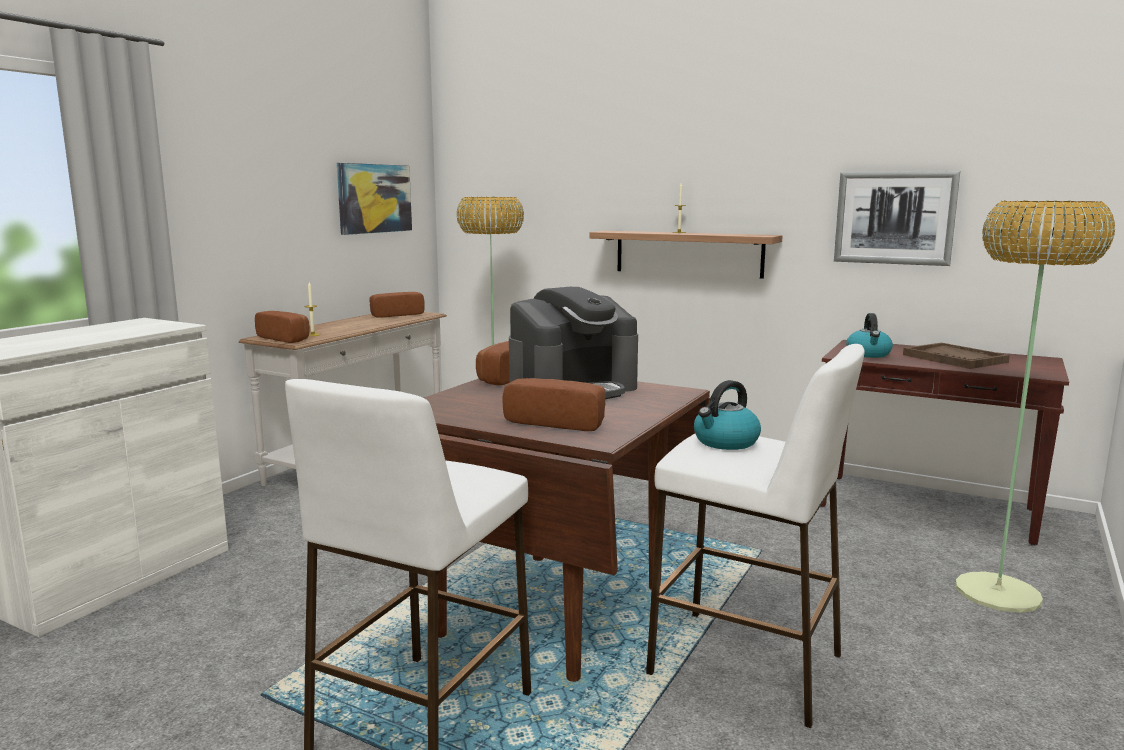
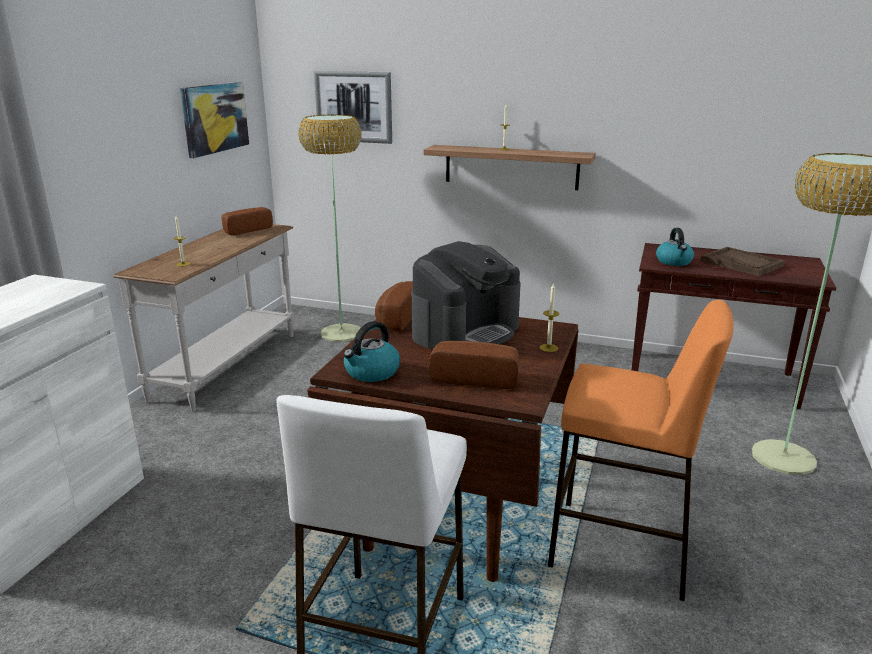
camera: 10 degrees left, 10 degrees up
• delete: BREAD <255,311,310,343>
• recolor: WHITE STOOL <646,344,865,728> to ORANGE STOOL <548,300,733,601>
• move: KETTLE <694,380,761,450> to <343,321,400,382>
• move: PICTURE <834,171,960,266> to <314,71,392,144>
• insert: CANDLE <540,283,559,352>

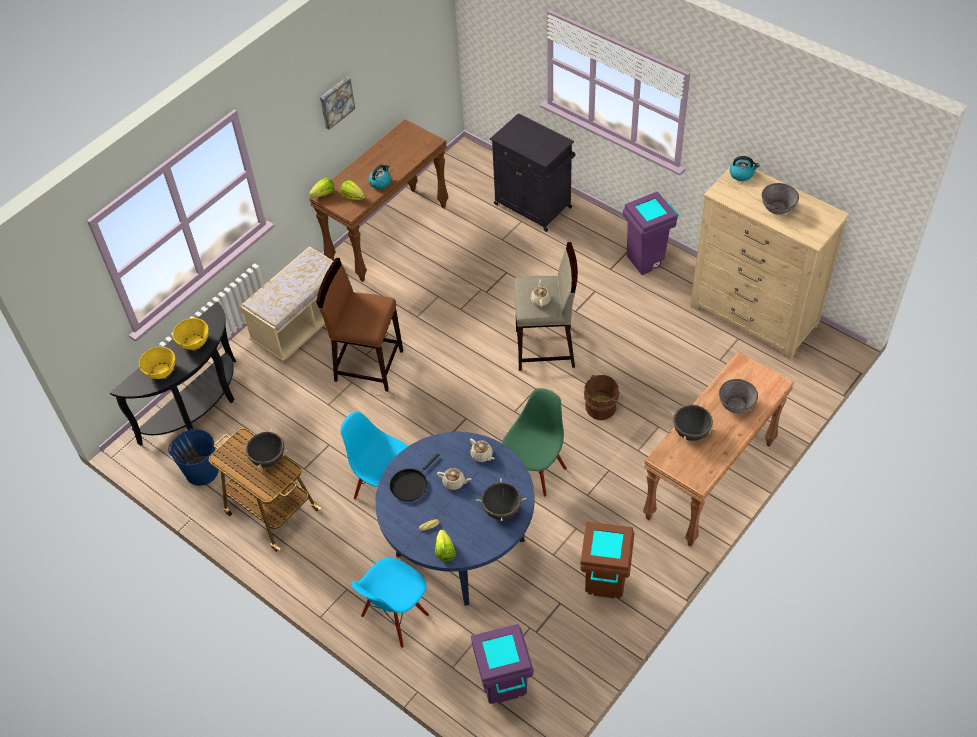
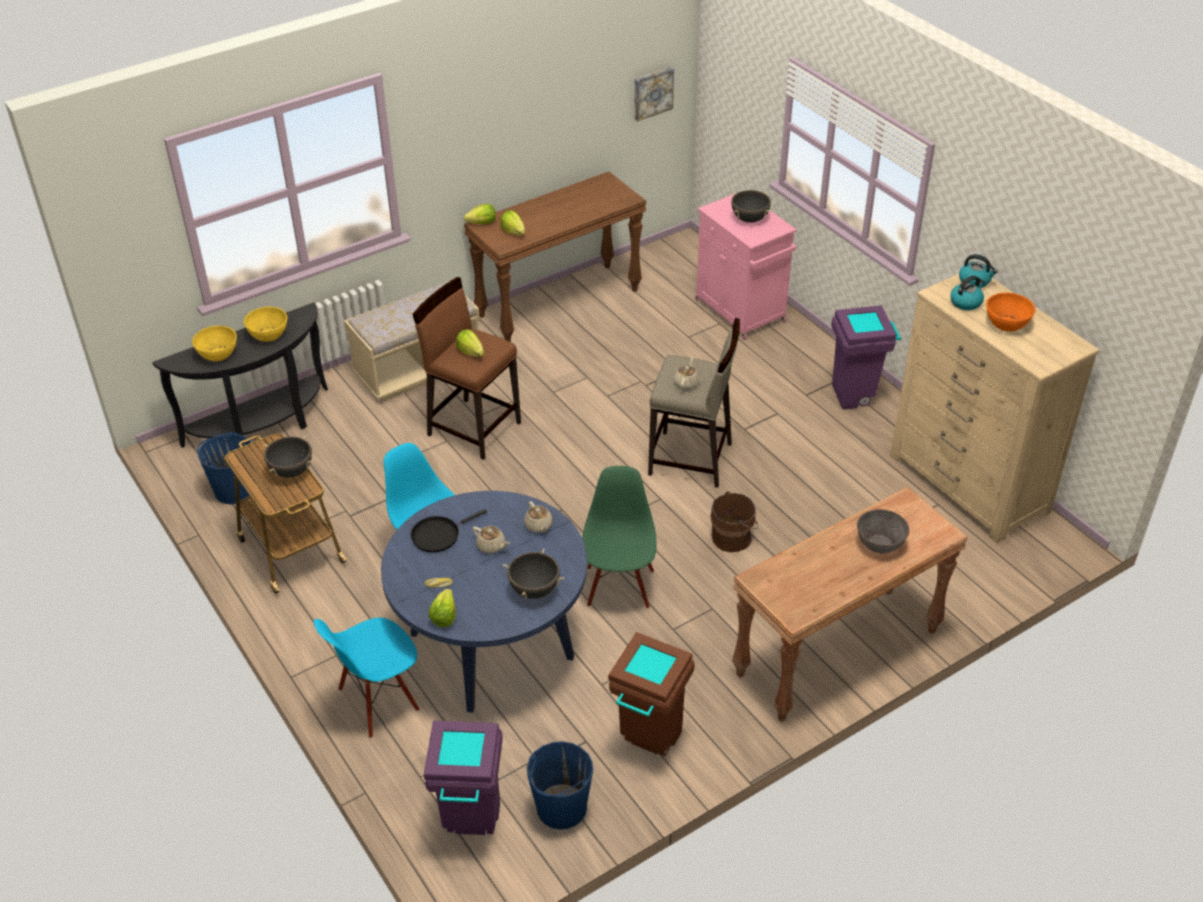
camera: 15 degrees right, 10 degrees down
• move: PICTURE <320,77,355,130> to <634,67,674,121>
• move: KETTLE <368,164,391,189> to <950,275,985,310>
• recolor: BLACK CABINET <490,113,575,232> to PINK CABINET <695,194,797,340>
• rotate: GREEN CHAIR <502,388,567,497> = <582,466,657,609> 45 degrees counterclockwise
• move: BLACK COOKING POT <670,403,716,441> to <731,190,771,223>
• recolor: GREY BOWL <762,183,799,215> to ORANGE BOWL <986,292,1035,332>
• insert: LETTUCE <456,329,484,357>
• insert: BLUE BUCKET <527,741,593,829>

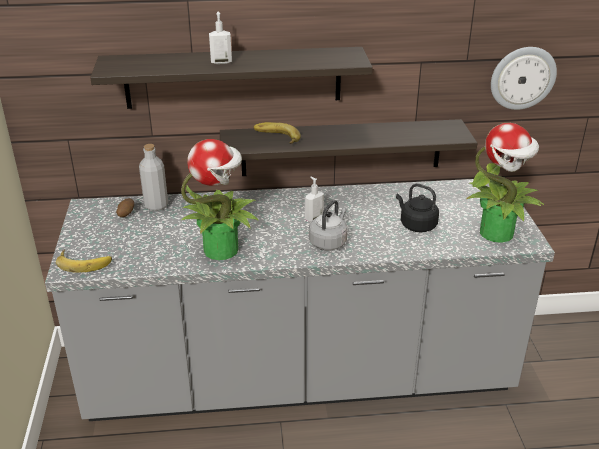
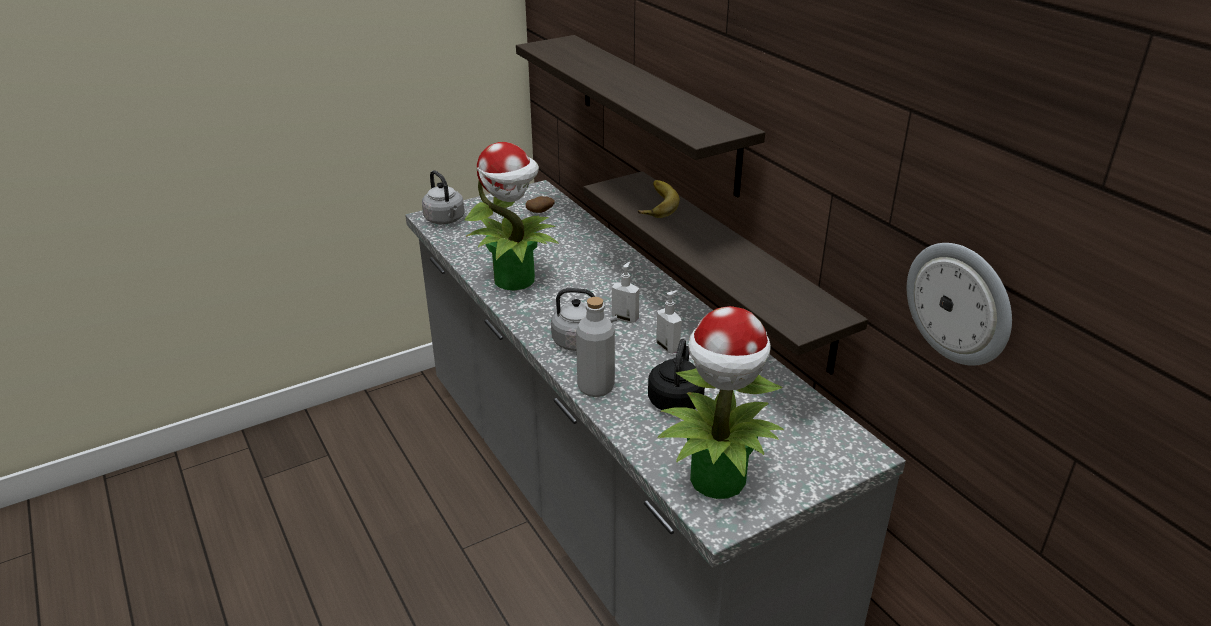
camera: 65 degrees right, 0 degrees up
• replace: BANANA <56,249,112,273> to GREY KETTLE <422,170,464,225>
• move: GREY BOTTLE <139,144,168,211> to <576,297,615,397>
• move: SOAP DISPENSER <209,12,232,64> to <656,290,682,354>

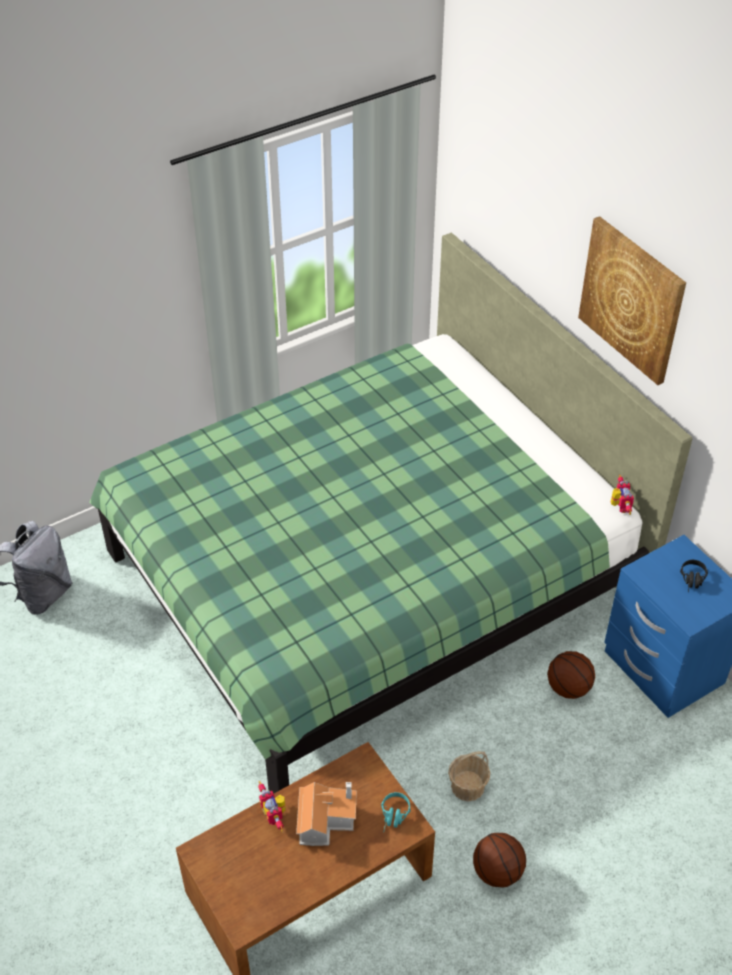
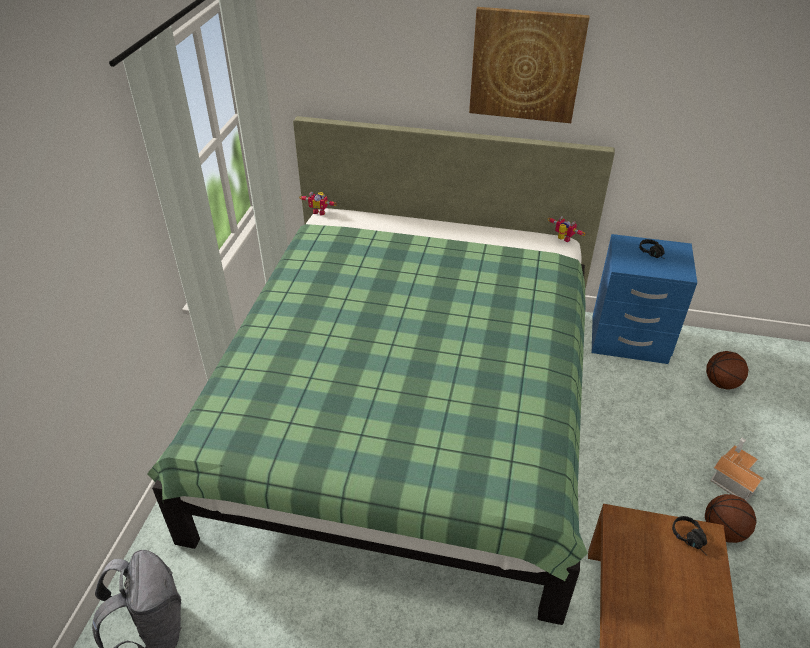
camera: 45 degrees left, 5 degrees down
• move: TOY ROBOT <258,781,286,832> to <299,192,337,216>
• move: TOY HOUSE <296,782,357,846> to <710,438,764,501>
• recolor: TURQUOISE HEADPHONES <381,792,411,833> to BLACK HEADPHONES <672,516,707,555>
• delete: BASKET <448,751,490,802>
• move: BASKETBALL <547,651,595,699> to <706,351,748,389>

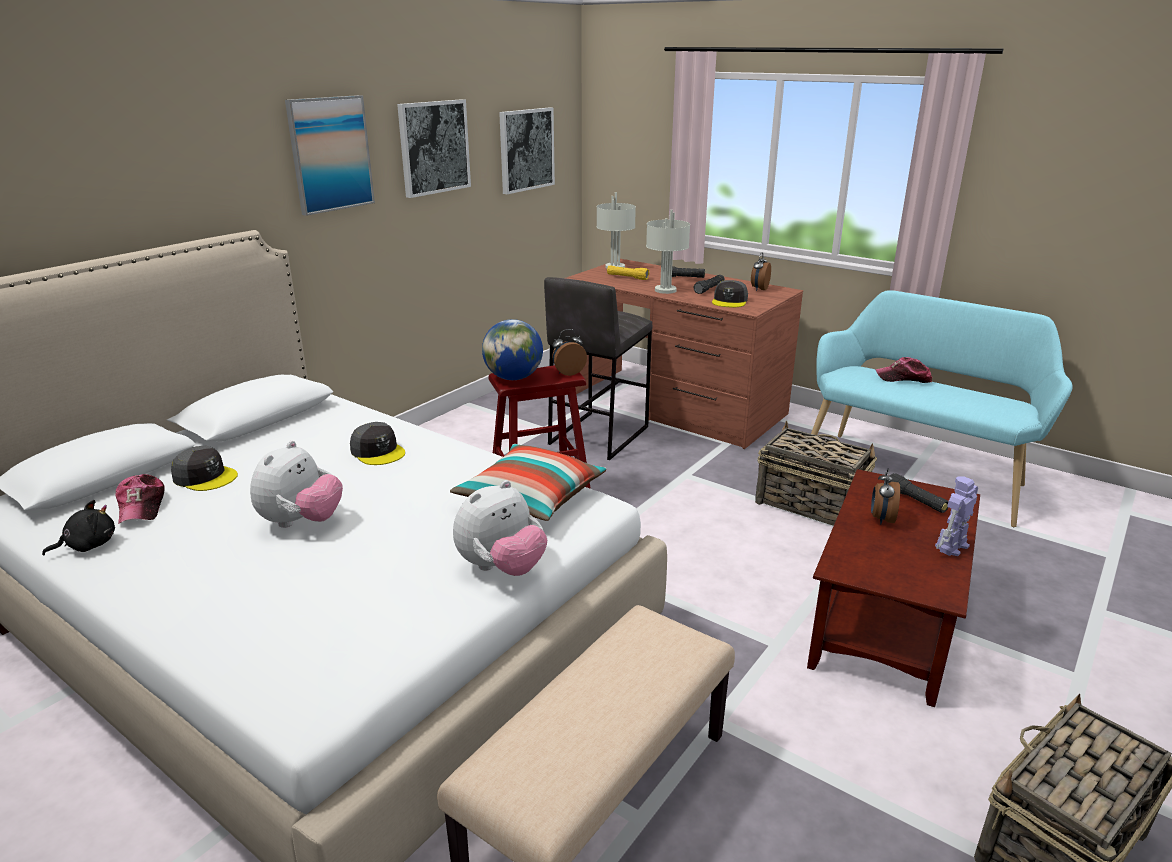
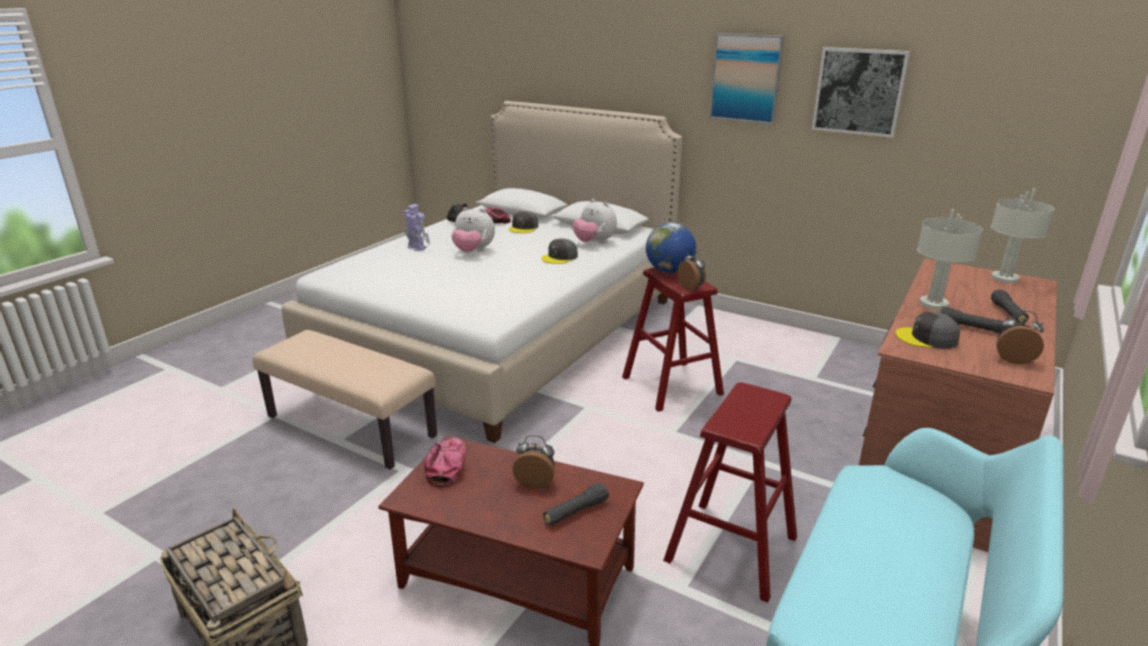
camera: 85 degrees right, 0 degrees up
• delete: PILLOW <450,444,607,521>
• move: PLUSH TOY <453,480,547,576> to <573,199,617,243>
• delete: PICTURE <499,107,555,194>
• delete: GREY STOOL <544,277,652,460>
• delete: YELLOW FLASHLIGHT <607,265,650,280>
• replace: BASKET <755,421,877,526> to RED STOOL <663,382,797,603>
• move: CAP <875,357,932,383> to <424,437,466,488>
• move: TOY ROBOT <935,476,978,556> to <403,204,430,251>

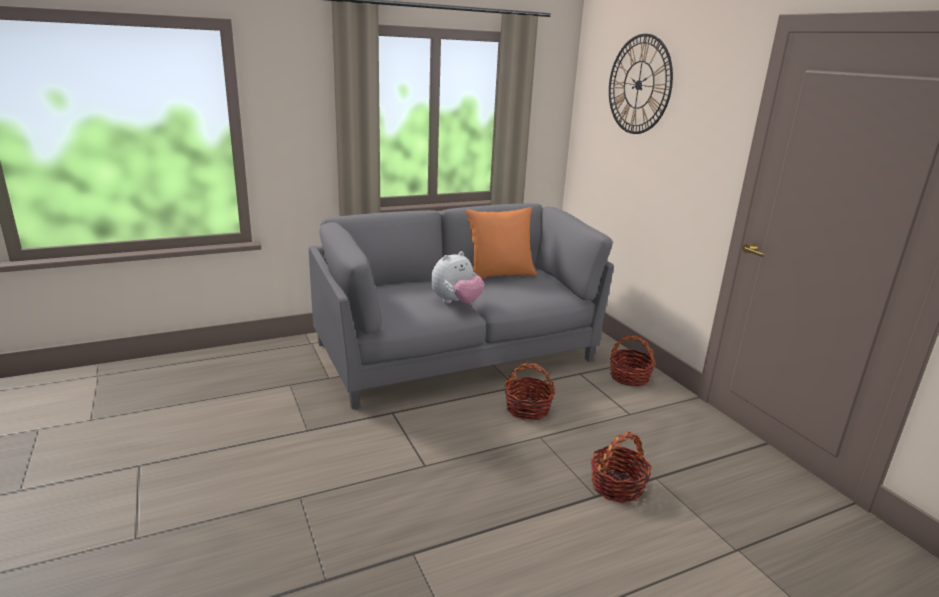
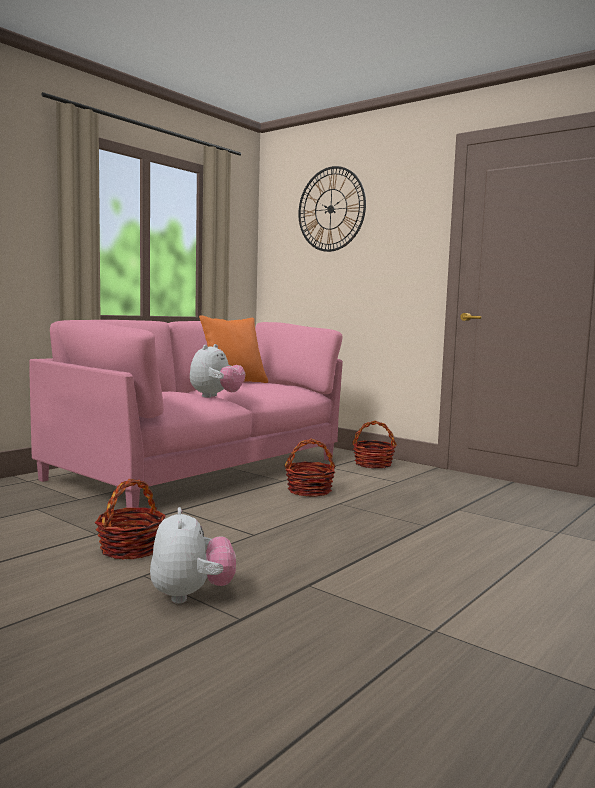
camera: 25 degrees left, 15 degrees down
• recolor: GREY SOFA <309,203,614,409> to PINK SOFA <29,320,343,508>
• move: BASKET <590,432,652,503> to <95,479,166,560>
• insert: PLUSH TOY <150,507,236,604>

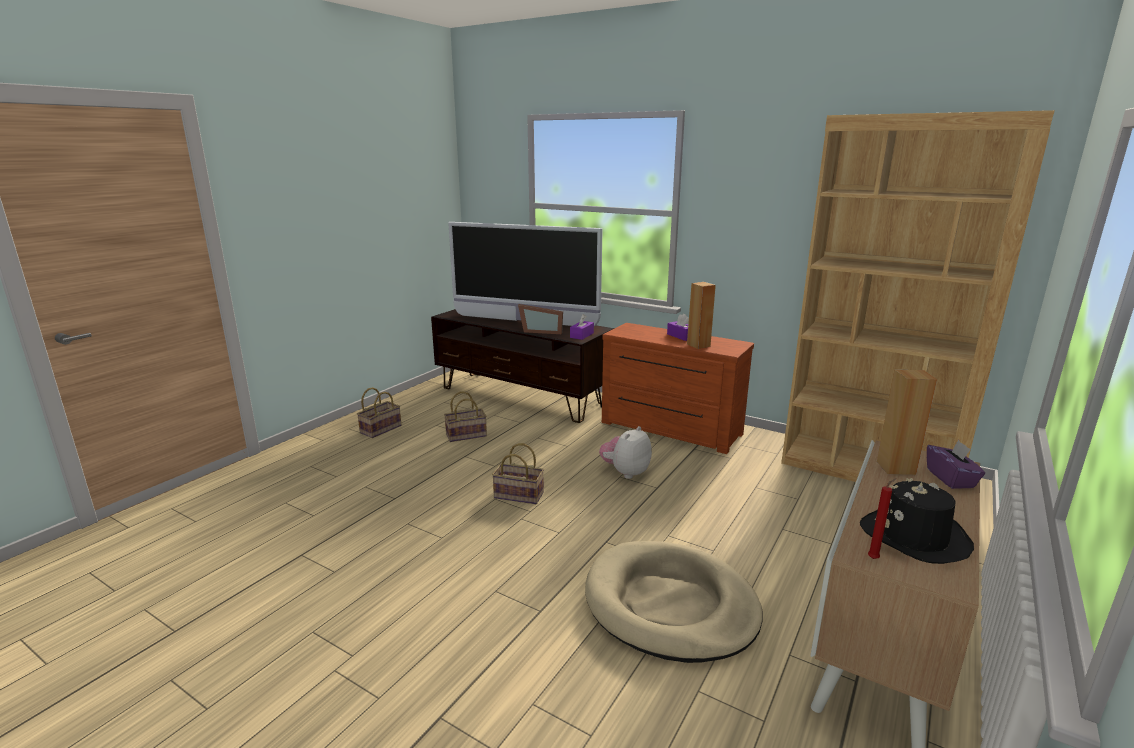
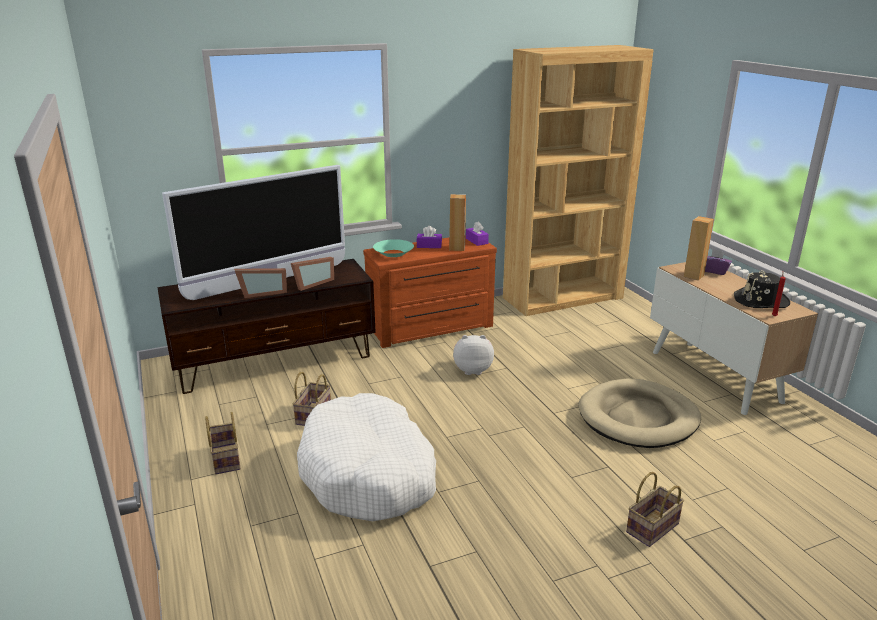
camera: 55 degrees left, 5 degrees up
• move: BASKET <492,443,544,504> to <626,472,684,547>
• move: PURPLE TISSUE BOX <570,314,594,340> to <466,222,489,246>
• rotate: PLUSH TOY <599,426,652,479> = <453,335,494,375> 105 degrees clockwise
• insert: PICTURE FRAME <234,268,287,298>
• insert: WHITE DOG BED <297,393,436,521>
• insert: TURQUOISE BOWL <373,239,414,257>

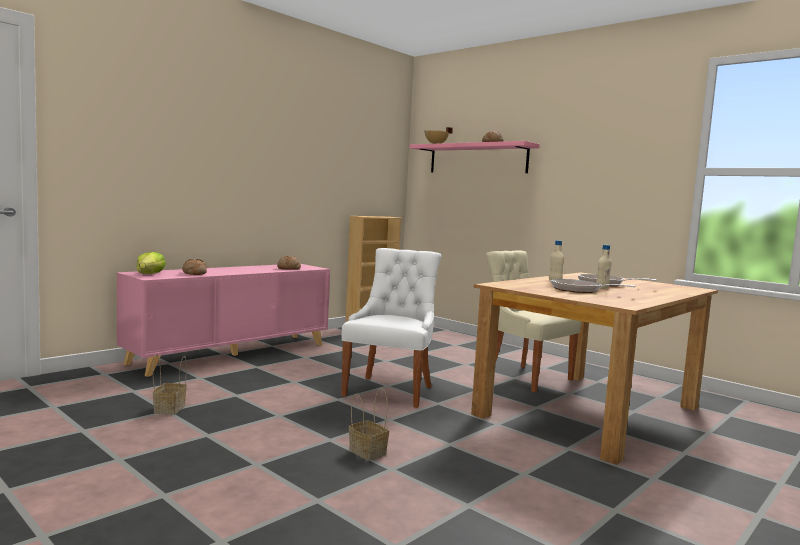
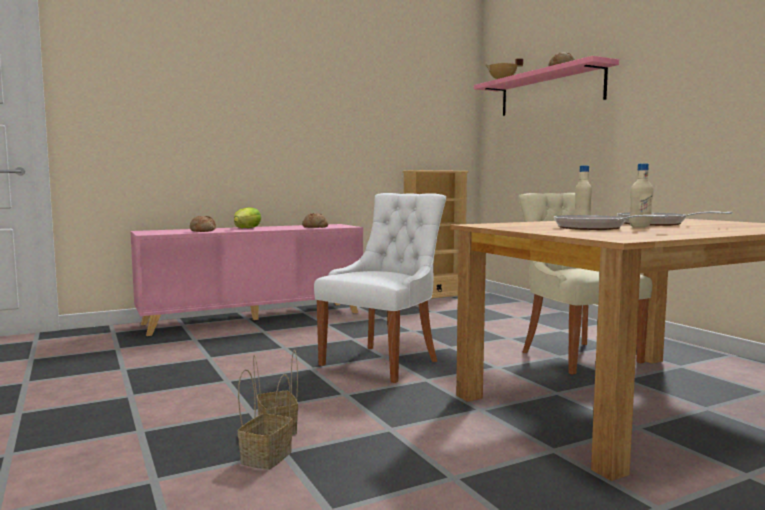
camera: 20 degrees right, 0 degrees up
• move: LETTUCE <136,252,166,274> to <234,207,261,228>
• move: BASKET <152,354,187,415> to <238,369,293,470>

